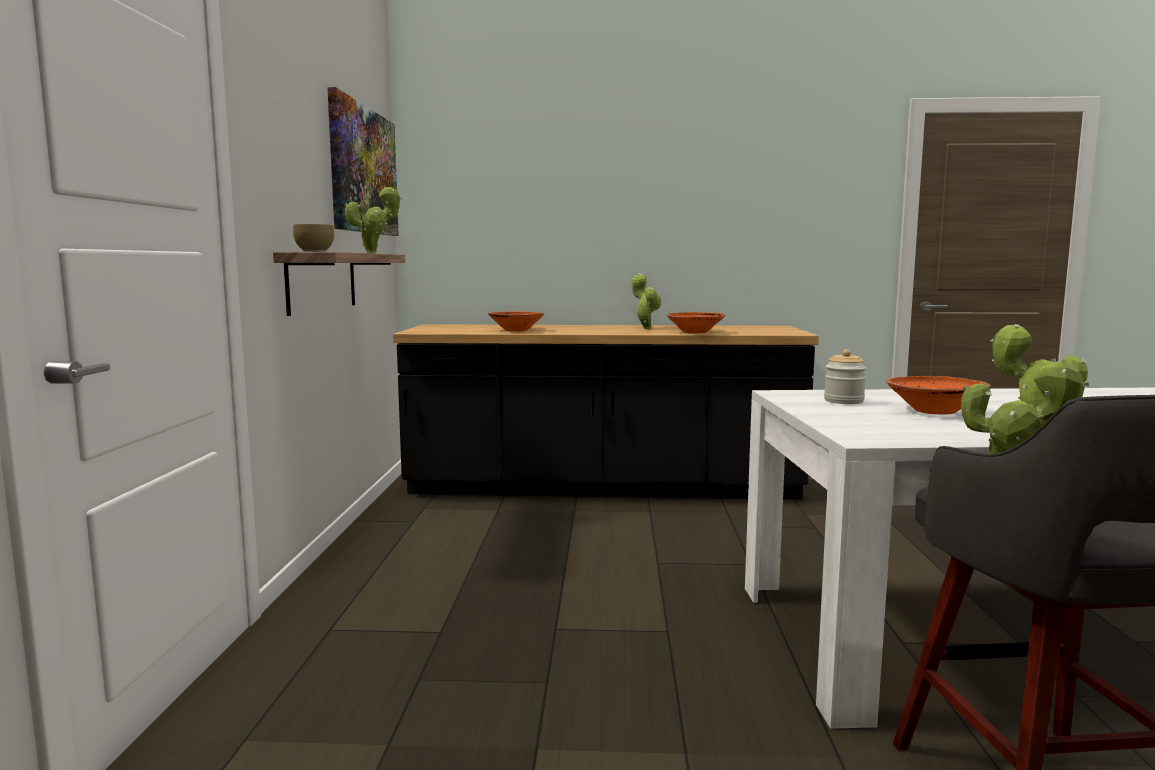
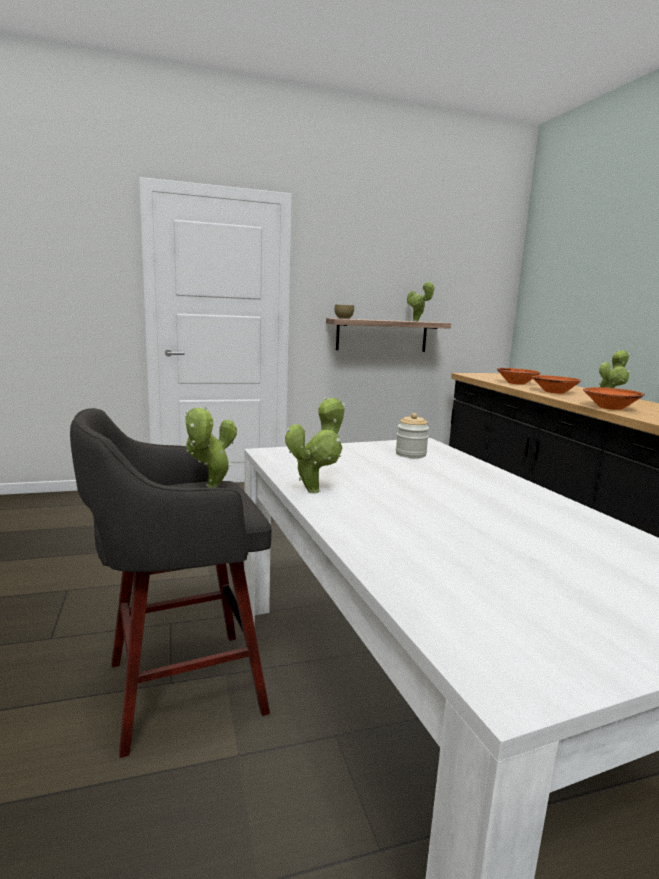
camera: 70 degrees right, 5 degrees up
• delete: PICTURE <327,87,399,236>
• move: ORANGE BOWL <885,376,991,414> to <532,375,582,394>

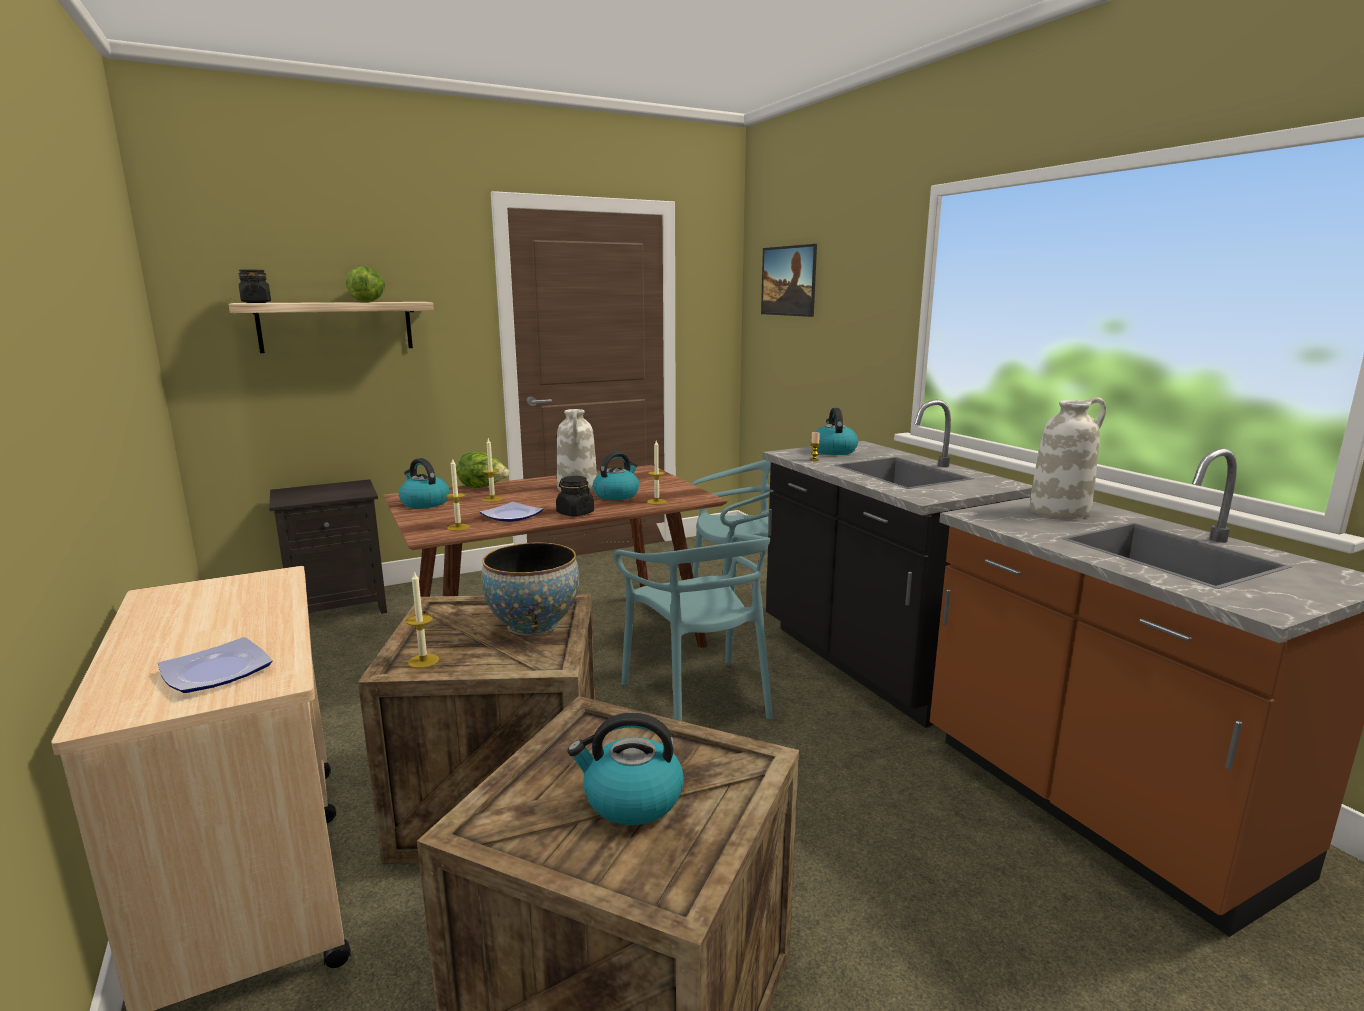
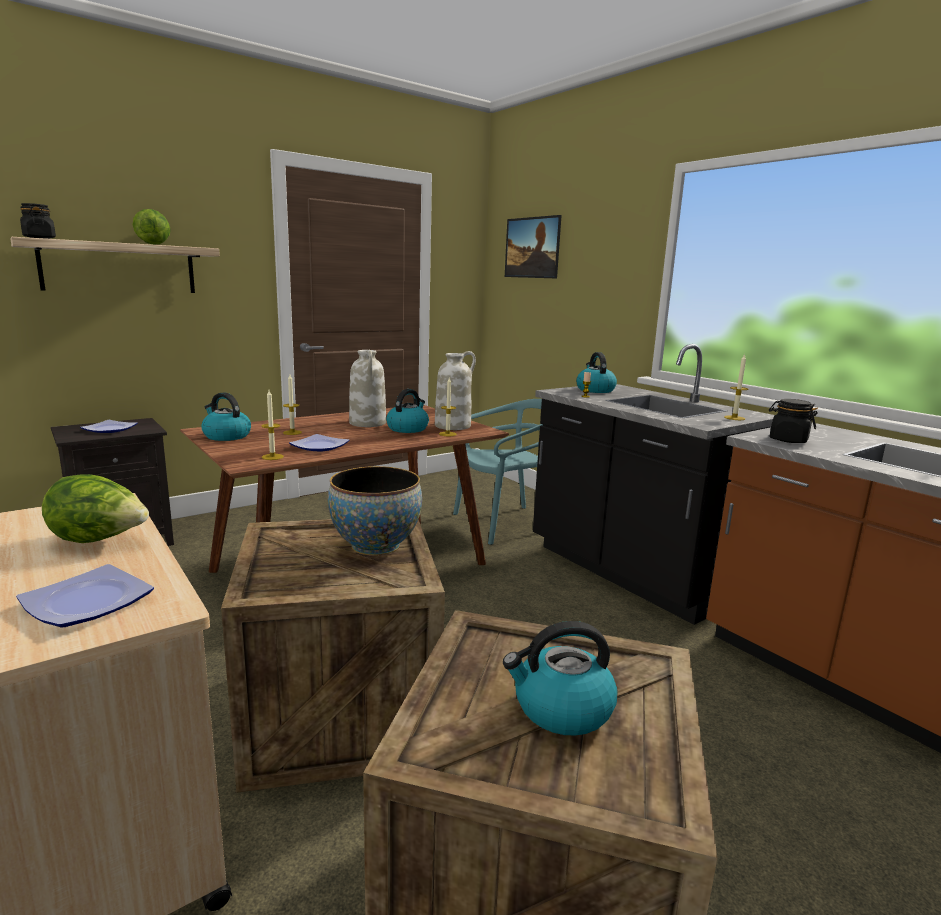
camera: 10 degrees left, 0 degrees up
• move: CANDLE <406,571,439,668> to <724,354,748,420>
• move: LETTUCE <456,452,509,488> to <42,474,149,543>
• move: BLACK JAR <556,476,594,516> to <769,399,818,443>
• delete: TURQUOISE CHAIR <614,533,773,721>
• move: WHITE VASE <1030,397,1106,519> to <435,351,476,430>
• insert: PLATE <80,420,138,433>

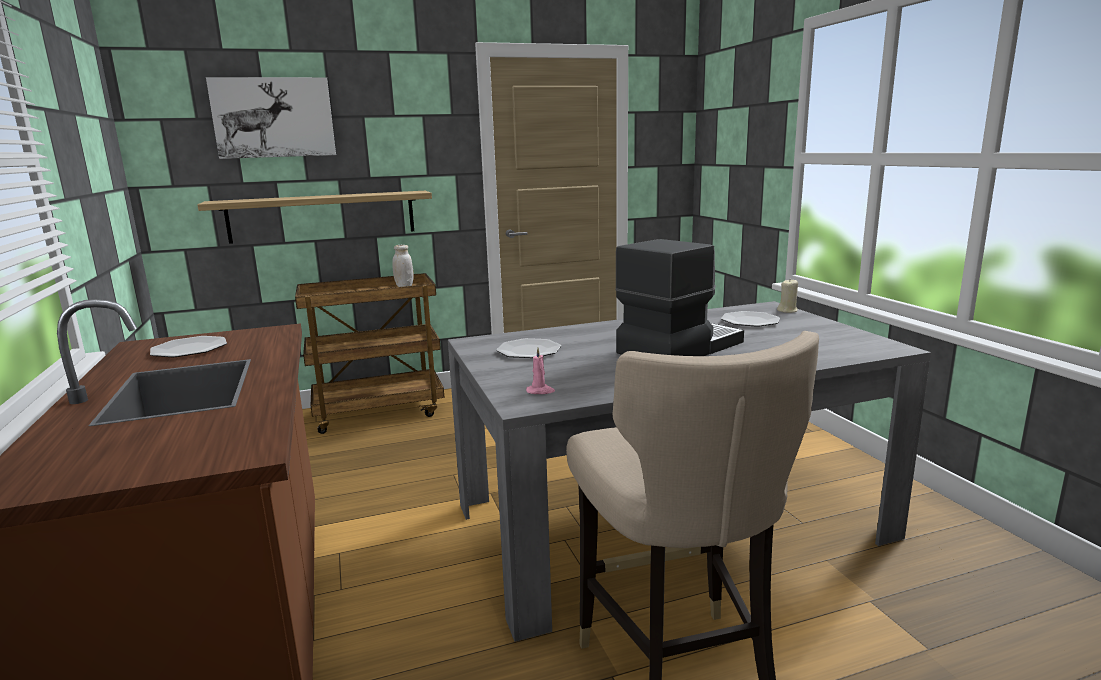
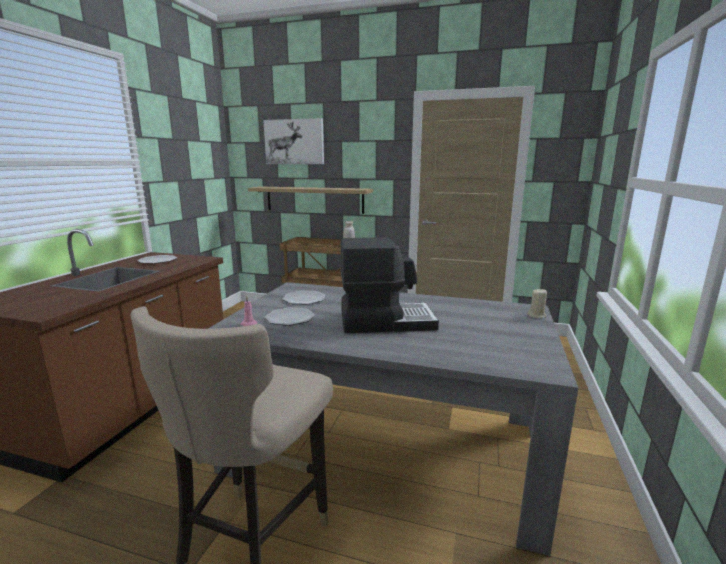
camera: 35 degrees right, 0 degrees up
• move: PLATE <721,311,780,327> to <265,307,315,326>

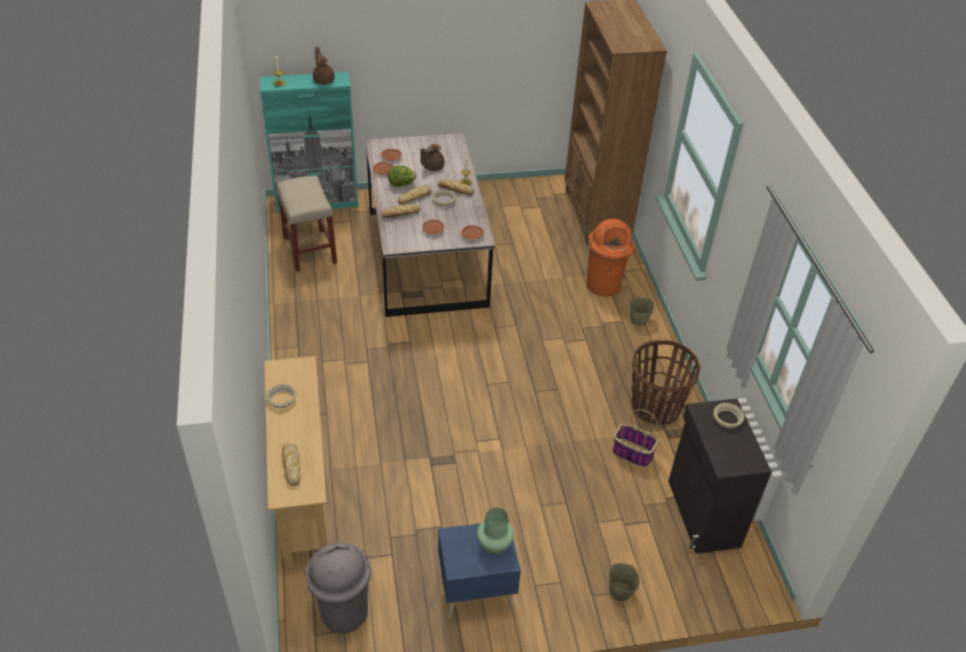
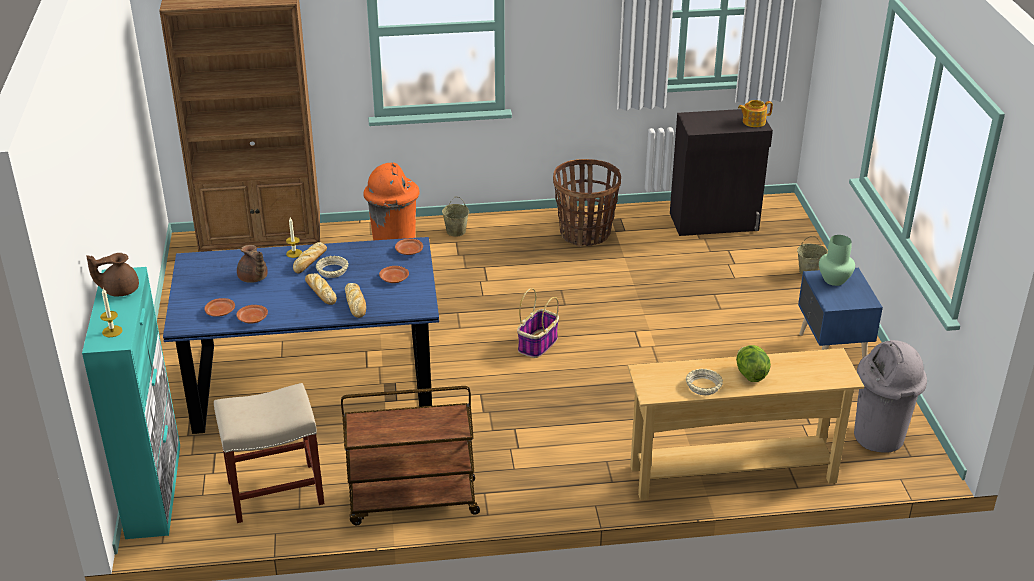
camera: 85 degrees left, 10 degrees down
• delete: BREAD <282,443,300,486>
• recolor: GREY DINING TABLE <365,133,495,317> to BLUE DINING TABLE <163,237,439,434>
• move: LETTUCE <388,165,416,187> to <736,345,771,382>
• move: BASKET <612,409,658,467> to <517,288,559,358>
• delete: BEIGE BOWL <713,403,744,428>
• insert: BROWN CART <341,386,480,525>
• insert: TEAPOT <738,100,773,127>

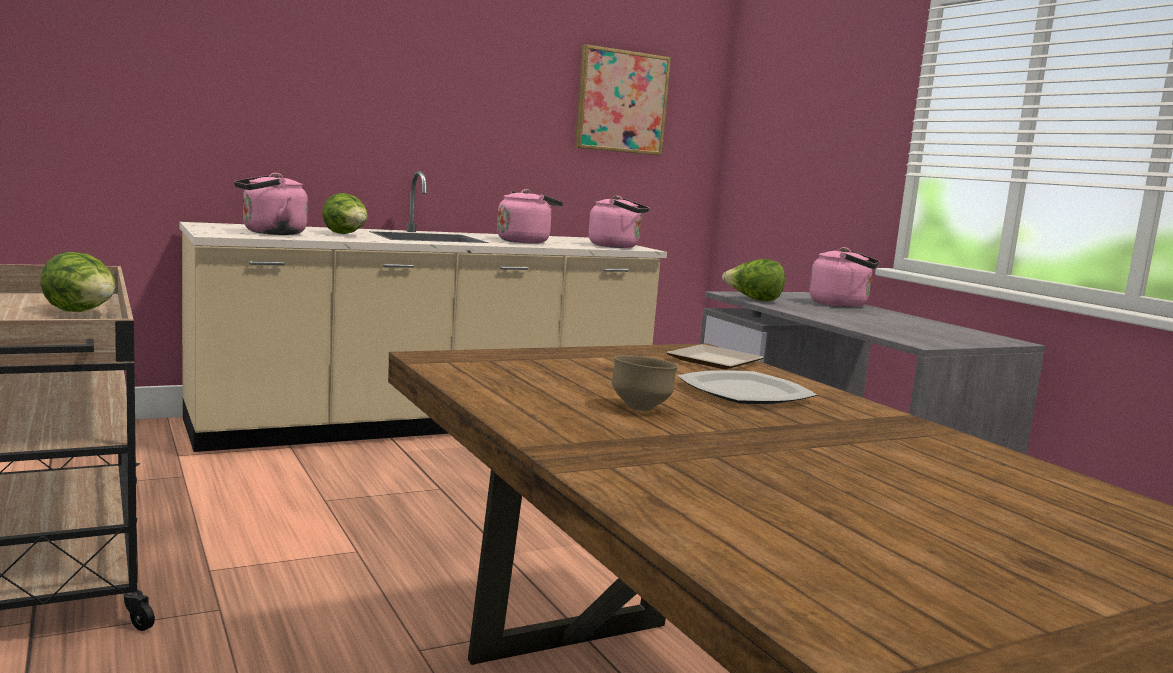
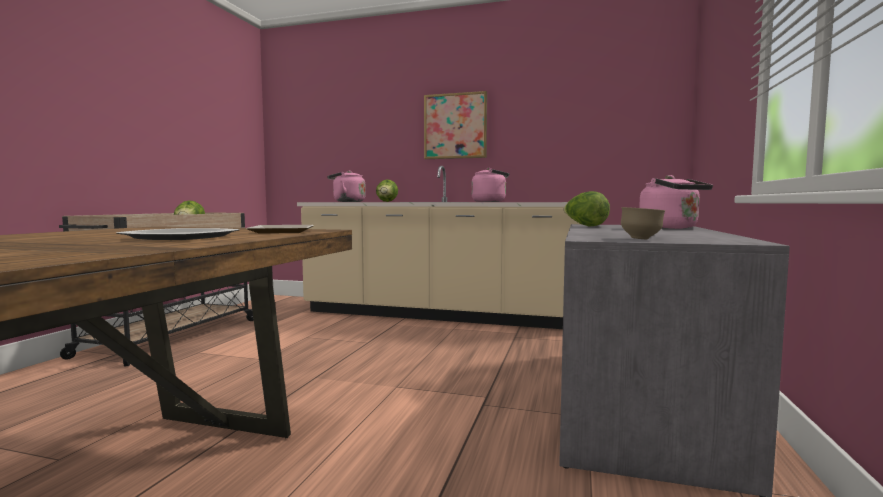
camera: 45 degrees right, 5 degrees down
• move: PICTURE <575,44,671,156> to <424,91,487,159>
• delete: PINK KETTLE <588,195,650,248>
• move: BROWN BOWL <612,355,678,411> to <621,207,665,239>

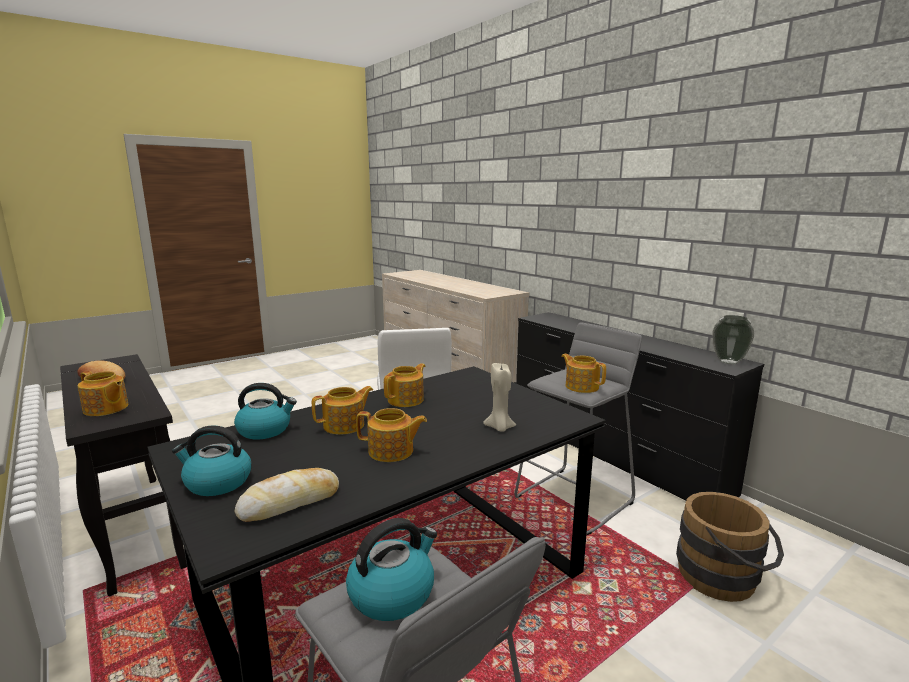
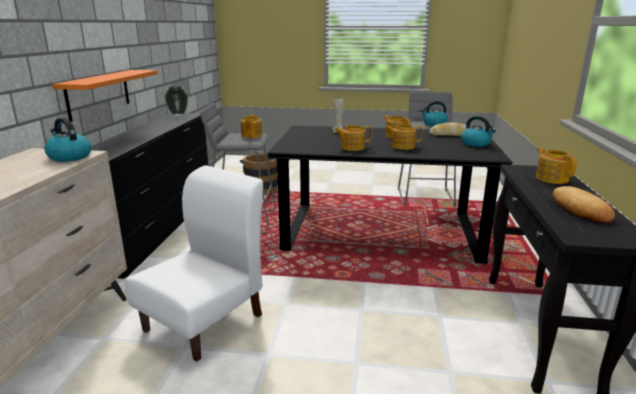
camera: 135 degrees left, 5 degrees up
• move: KETTLE <234,383,297,439> to <45,118,92,162>
• insert: ORANGE SHELF <52,70,158,122>

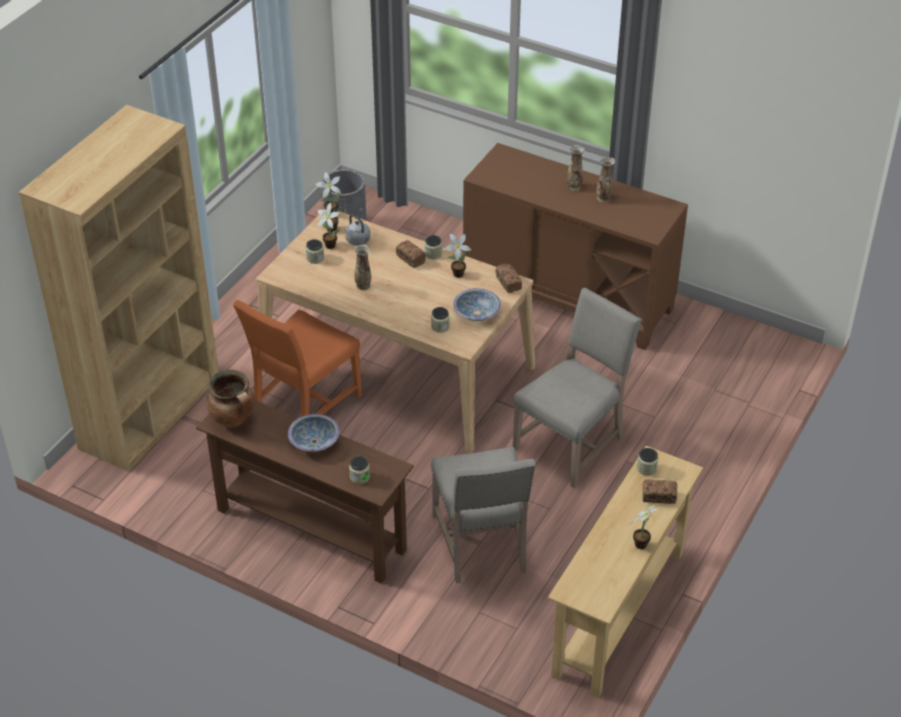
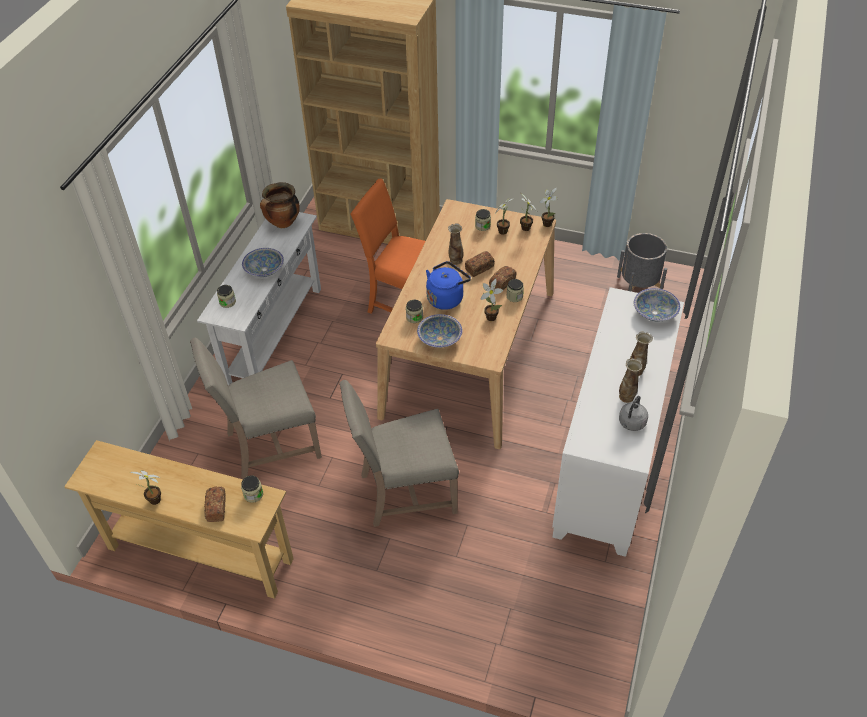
camera: 80 degrees right, 5 degrees up
• recolor: BROWN CONSOLE TABLE <196,400,414,584> to WHITE CONSOLE TABLE <197,212,321,386>
• move: GREY KETTLE <345,215,371,246> to <619,396,648,431>
• recolor: BROWN CABINET <463,143,688,350> to WHITE CABINET <552,287,684,557>
• move: BREAD <495,264,522,293> to <465,251,495,277>
• rotate: BEIGE CHAIR <513,288,642,488> = <339,380,459,527> 135 degrees clockwise
• insert: BLUE KETTLE <426,261,471,310>
• insert: BOWL <634,288,680,322>

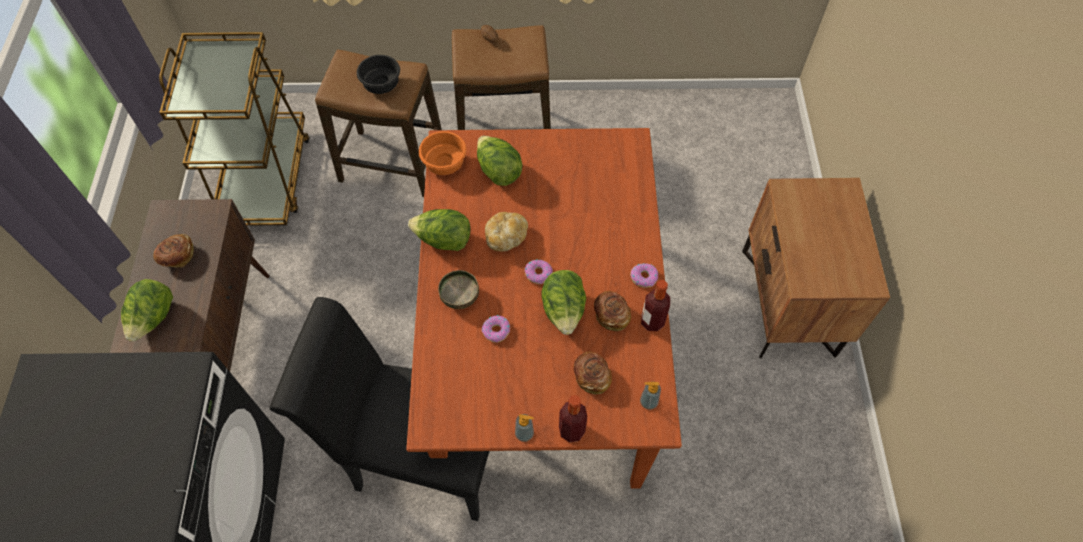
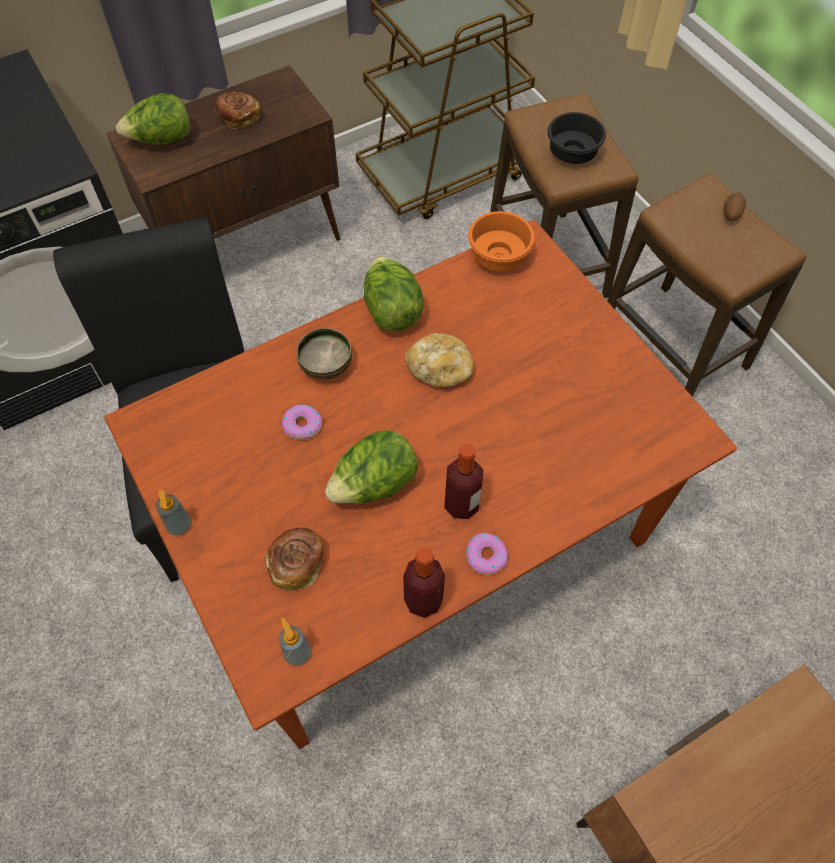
camera: 60 degrees right, 0 degrees up
• delete: LETTUCE <477,136,523,186>
• delete: DONUT <525,259,553,284>
• move: BOTTLE <559,395,587,443> to <444,444,483,519>
• delete: BREAD <594,291,631,331>

